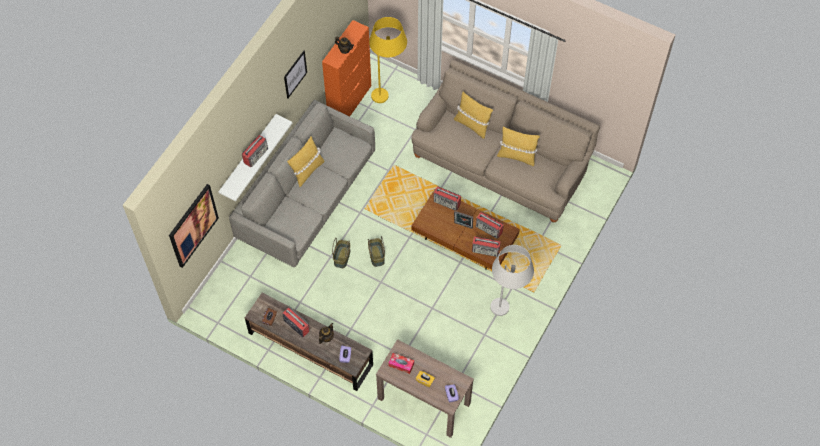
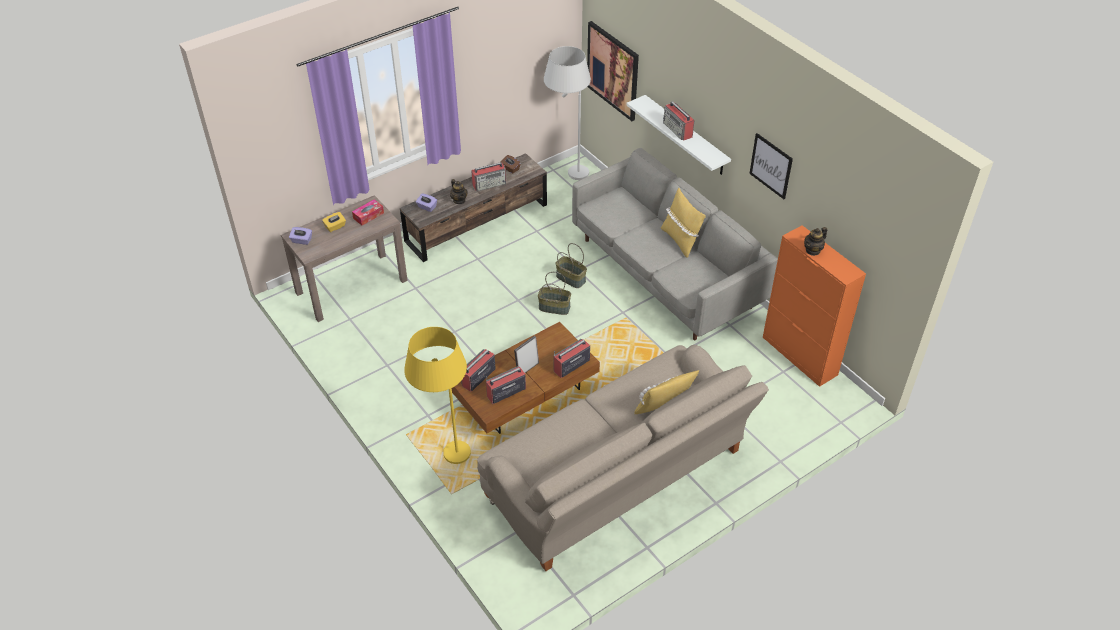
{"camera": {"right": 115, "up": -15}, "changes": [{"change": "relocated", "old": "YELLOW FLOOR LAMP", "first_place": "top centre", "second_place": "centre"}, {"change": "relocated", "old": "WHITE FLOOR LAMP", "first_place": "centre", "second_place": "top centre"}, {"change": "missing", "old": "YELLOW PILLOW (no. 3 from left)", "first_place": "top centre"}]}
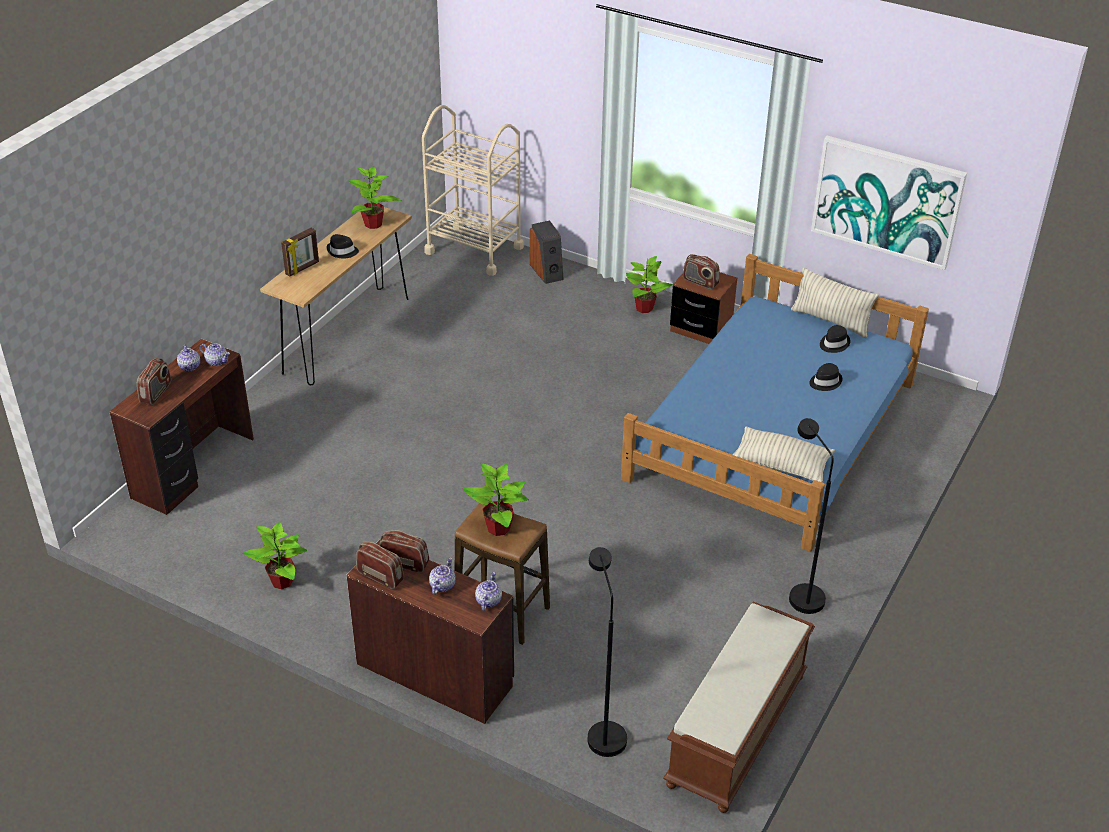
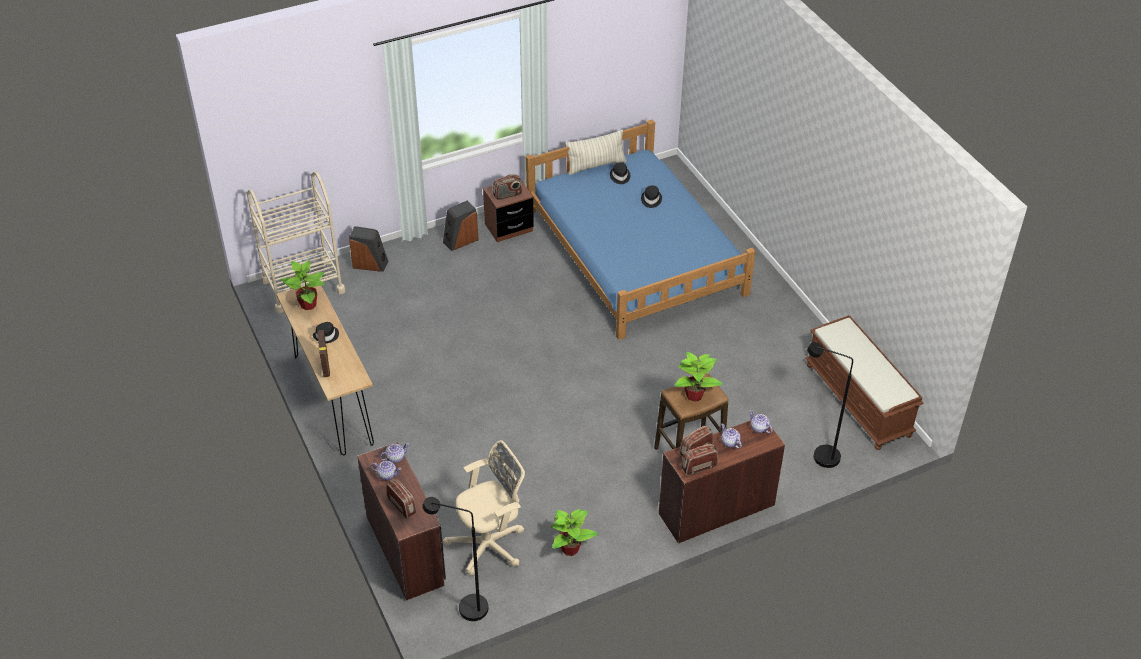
{"camera": {"right": -55, "up": 5}, "changes": [{"change": "relocated", "old": "BLACK FLOOR LAMP (no. 2 from left in the first image)", "new": "BLACK FLOOR LAMP (no. 1 from left)", "first_place": "middle right", "second_place": "bottom centre"}, {"change": "exchanged", "old": "POTTED PLANT (no. 4 from left)", "new": "SPEAKER (no. 2 from left)", "first_place": "centre", "second_place": "centre"}, {"change": "appeared", "new": "BEIGE OFFICE CHAIR", "second_place": "bottom centre"}, {"change": "missing", "old": "PILLOW (no. 1 from left)", "first_place": "middle right"}, {"change": "missing", "old": "PICTURE", "first_place": "top right"}]}
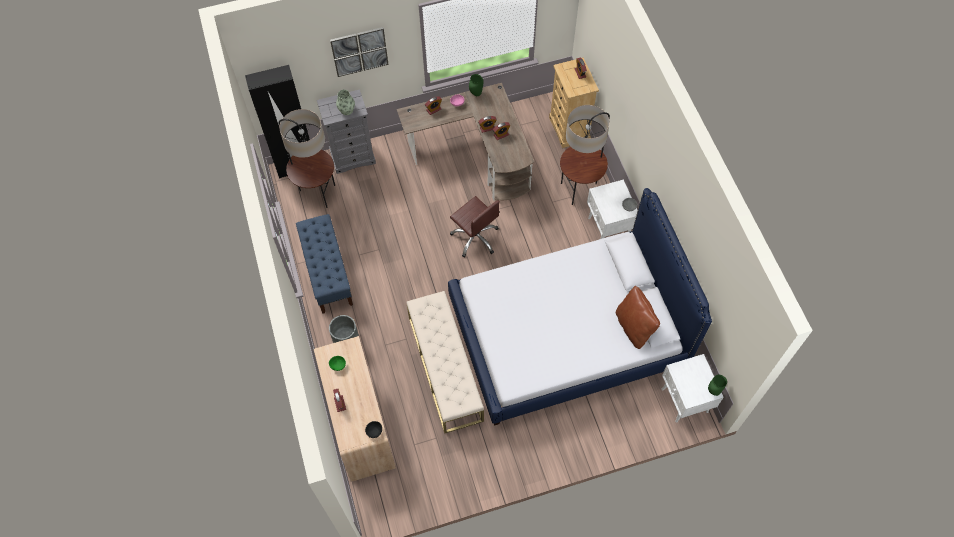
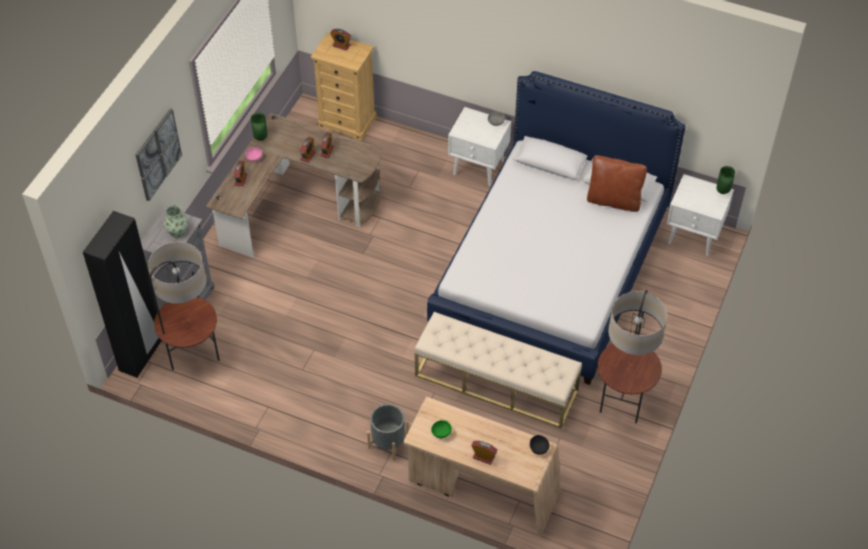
{"camera": {"right": -50, "up": -10}, "changes": [{"change": "relocated", "old": "FLOOR LAMP (no. 2 from left)", "first_place": "top centre", "second_place": "middle right"}, {"change": "missing", "old": "BLUE BENCH", "first_place": "centre"}, {"change": "missing", "old": "BROWN OFFICE CHAIR", "first_place": "centre"}]}
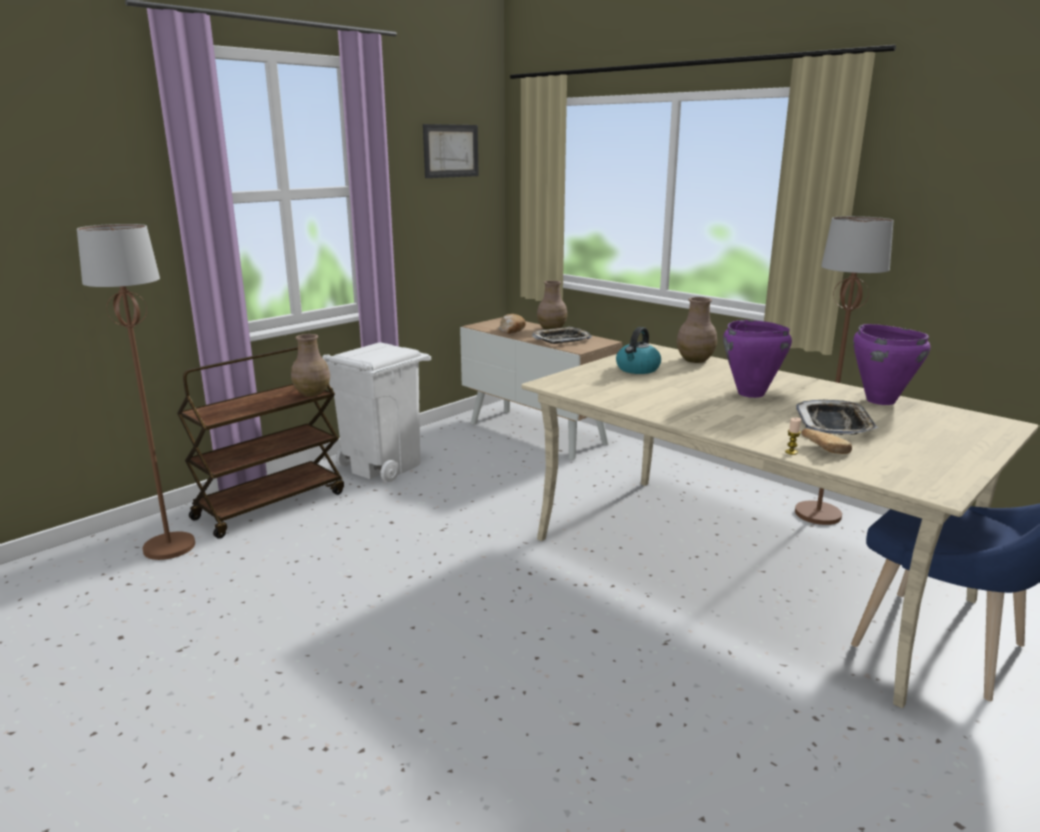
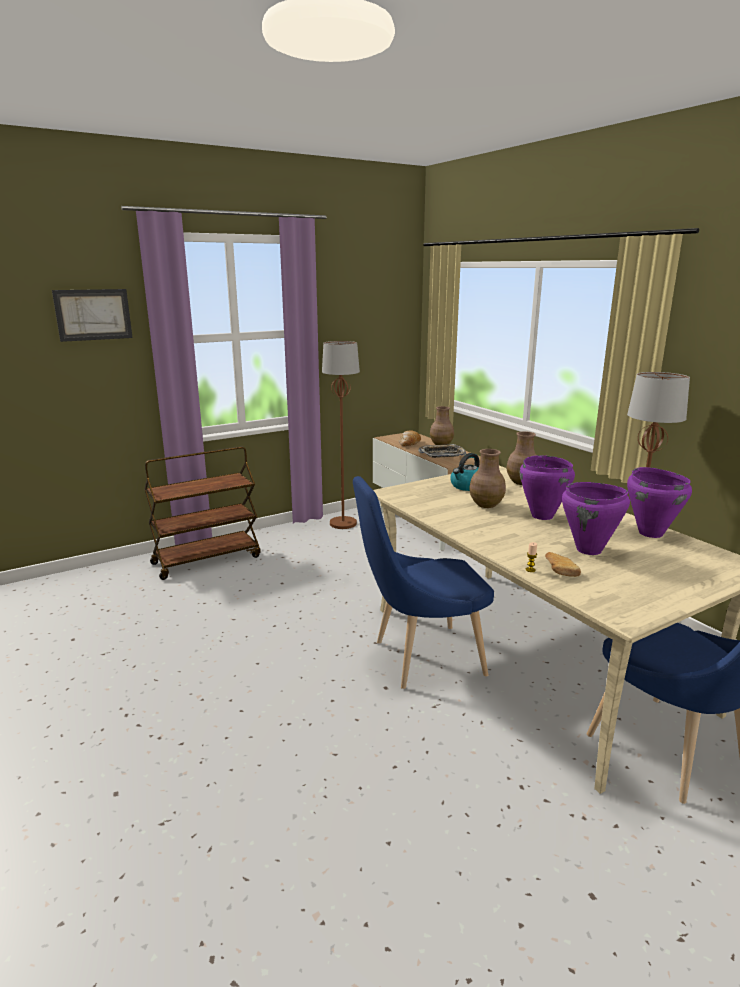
{"camera": {"right": 15, "up": 0}, "changes": [{"change": "relocated", "old": "PICTURE", "first_place": "top centre", "second_place": "top left"}, {"change": "relocated", "old": "BROWN FLOOR LAMP (no. 1 from left)", "first_place": "middle left", "second_place": "centre"}, {"change": "appeared", "new": "BLUE CHAIR (no. 1 from left)", "second_place": "centre"}, {"change": "relocated", "old": "BROWN VASE (no. 1 from left in the first image)", "new": "BROWN VASE (no. 2 from left)", "first_place": "middle left", "second_place": "centre"}, {"change": "exchanged", "old": "TRAY (no. 2 from left)", "new": "PURPLE COOKING POT (no. 2 from left)", "first_place": "middle right", "second_place": "middle right"}, {"change": "missing", "old": "WHITE TRASH CAN", "first_place": "centre"}]}
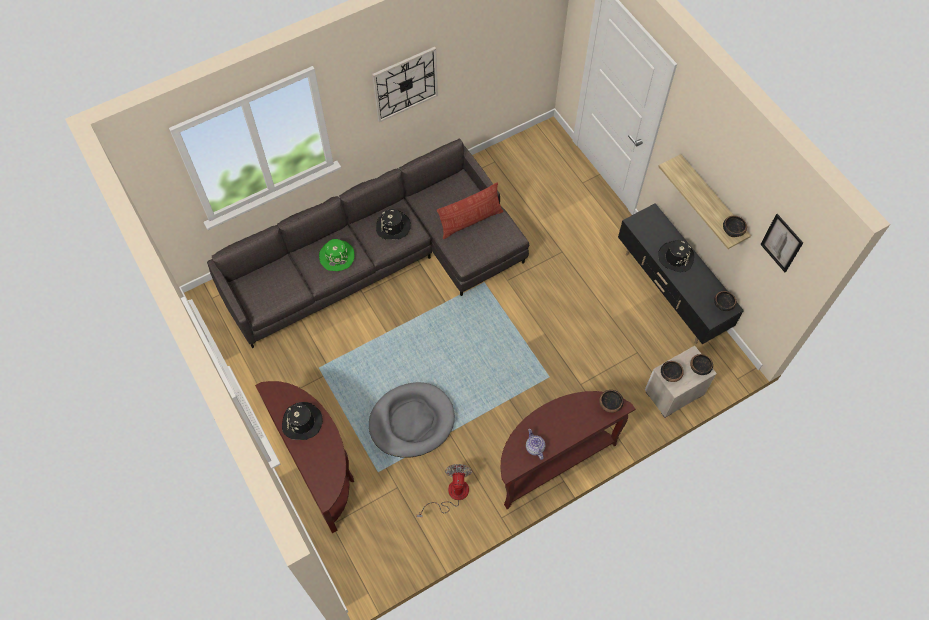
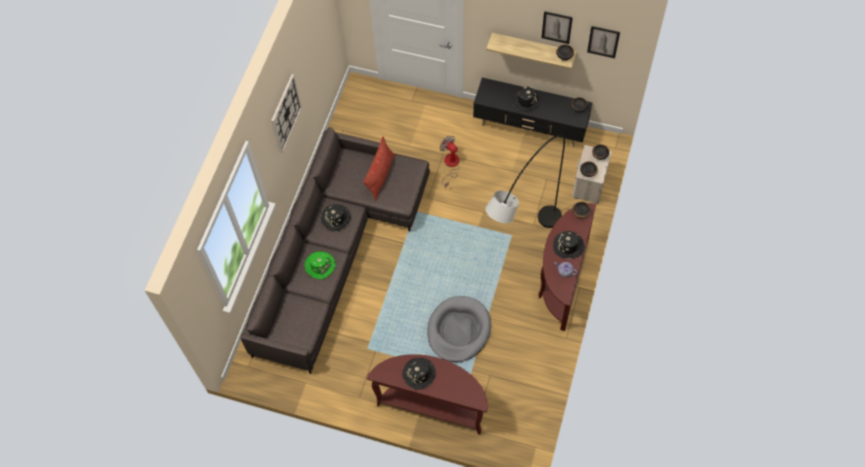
{"camera": {"right": -40, "up": 0}, "changes": [{"change": "relocated", "old": "FAN", "first_place": "bottom centre", "second_place": "centre"}, {"change": "appeared", "new": "GREY FLOOR LAMP", "second_place": "centre"}, {"change": "appeared", "new": "PICTURE (no. 1 from left)", "second_place": "top centre"}, {"change": "appeared", "new": "BLACK HAT (no. 4 from left)", "second_place": "centre"}]}
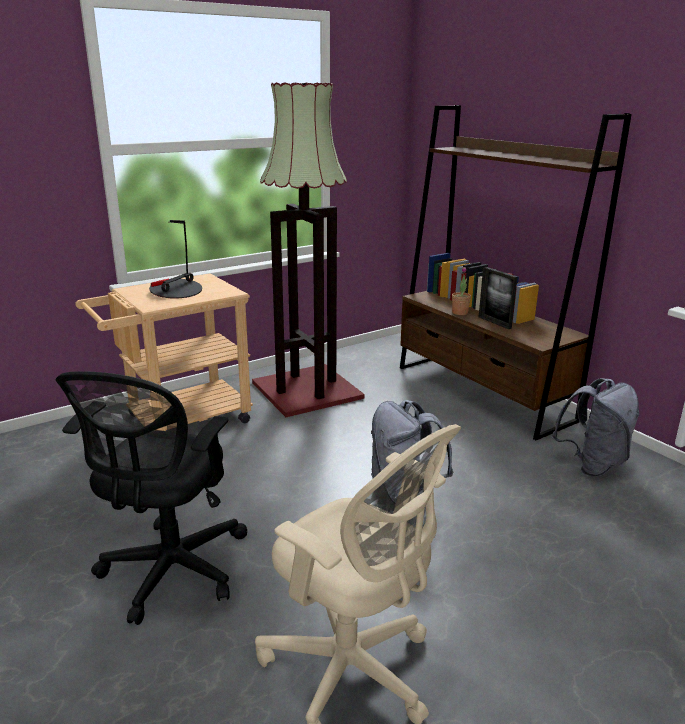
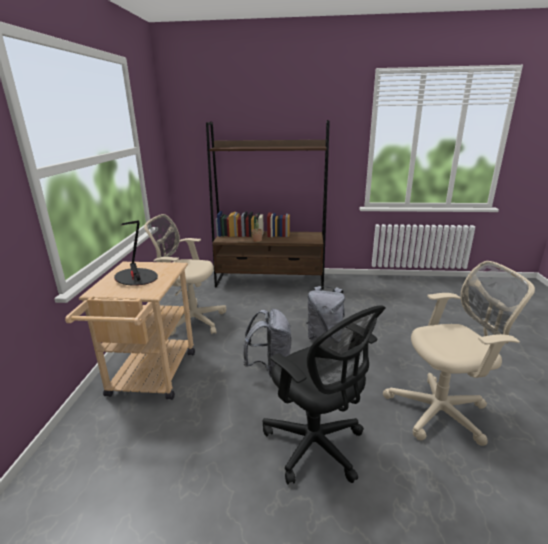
{"camera": {"right": -50, "up": 0}, "changes": [{"change": "exchanged", "old": "FLOOR LAMP", "new": "BEIGE OFFICE CHAIR (no. 1 from left)", "first_place": "centre", "second_place": "centre"}, {"change": "relocated", "old": "GREY BACKPACK (no. 2 from left in the first image)", "new": "GREY BACKPACK (no. 1 from left)", "first_place": "middle right", "second_place": "centre"}, {"change": "missing", "old": "PICTURE FRAME", "first_place": "middle right"}]}
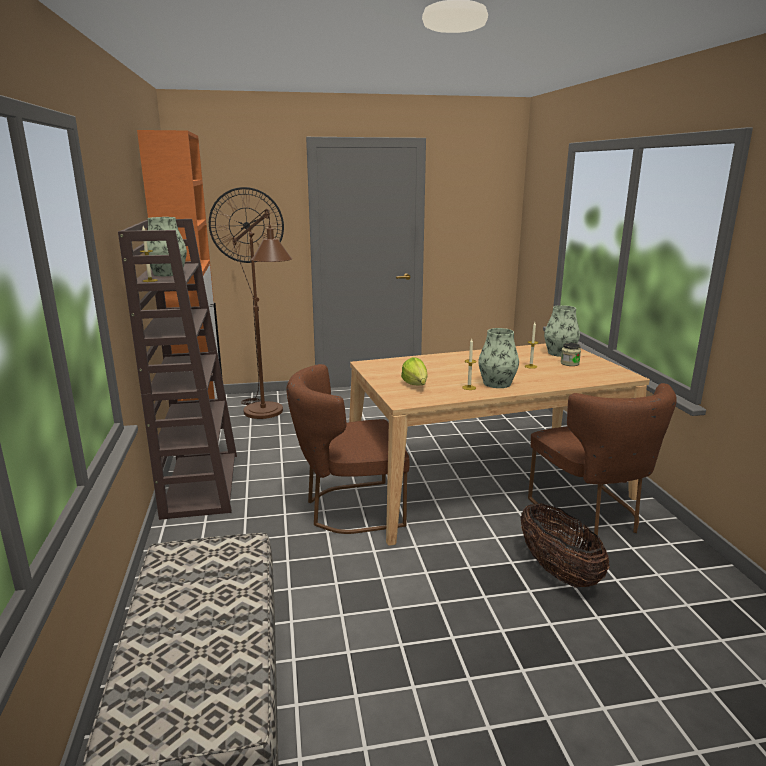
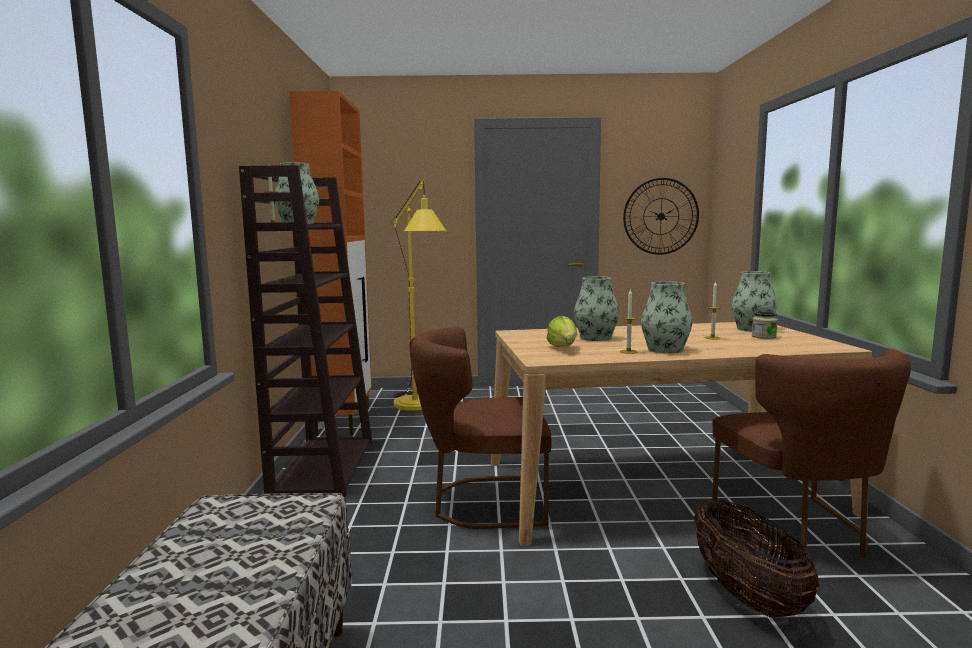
{"camera": {"right": 10, "up": -10}, "changes": [{"change": "colour", "old": "BROWN FLOOR LAMP", "new": "YELLOW FLOOR LAMP", "first_place": "centre", "second_place": "centre"}, {"change": "appeared", "new": "VASE (no. 2 from left)", "second_place": "centre"}, {"change": "relocated", "old": "WALL CLOCK", "first_place": "top left", "second_place": "middle right"}]}
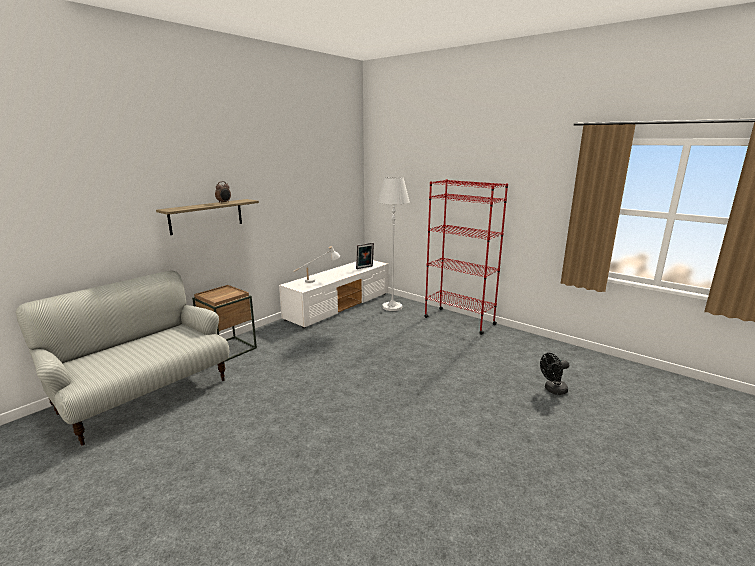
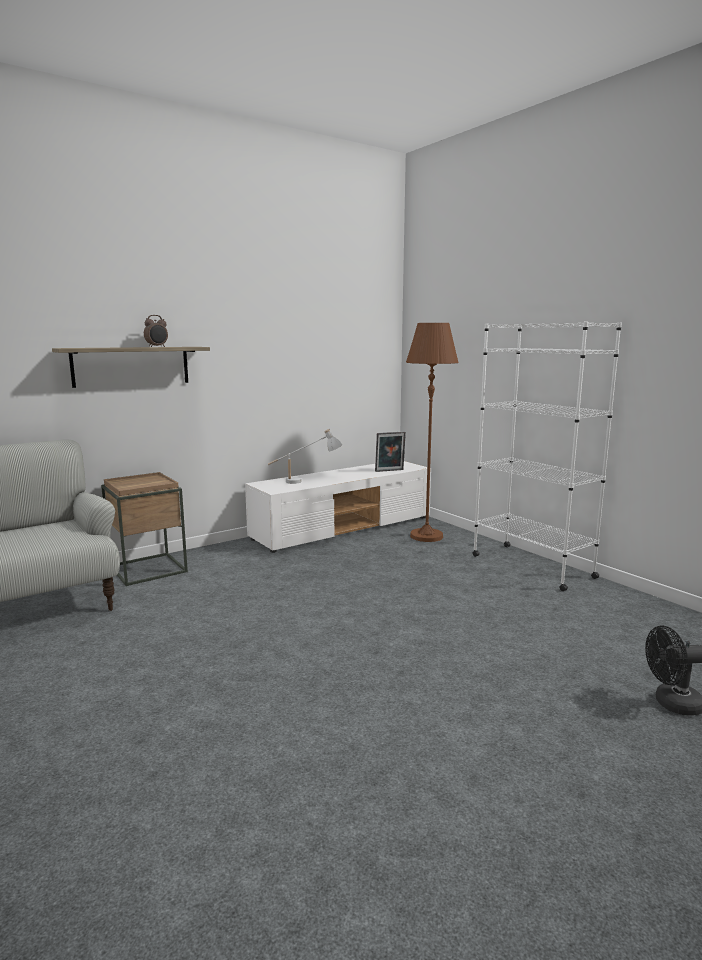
{"camera": {"right": 15, "up": -5}, "changes": [{"change": "colour", "old": "WHITE FLOOR LAMP", "new": "BROWN FLOOR LAMP", "first_place": "centre", "second_place": "centre"}, {"change": "colour", "old": "RED BOOKCASE", "new": "WHITE BOOKCASE", "first_place": "centre", "second_place": "middle right"}]}
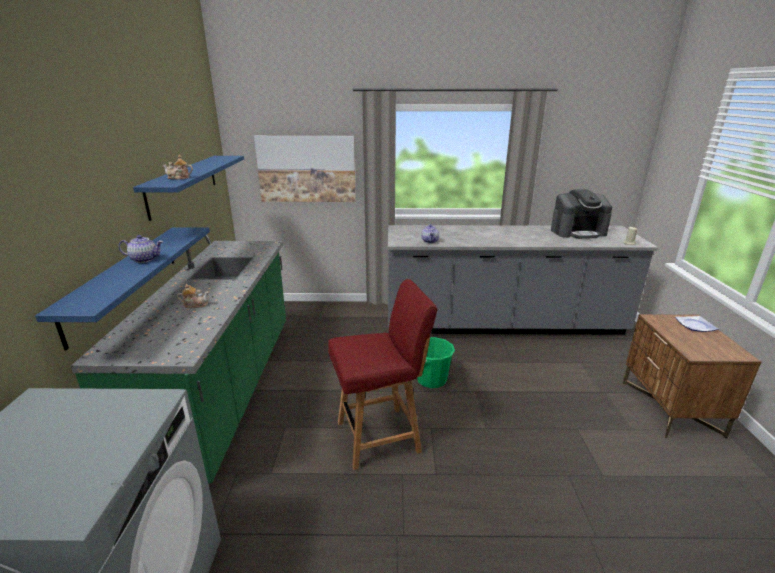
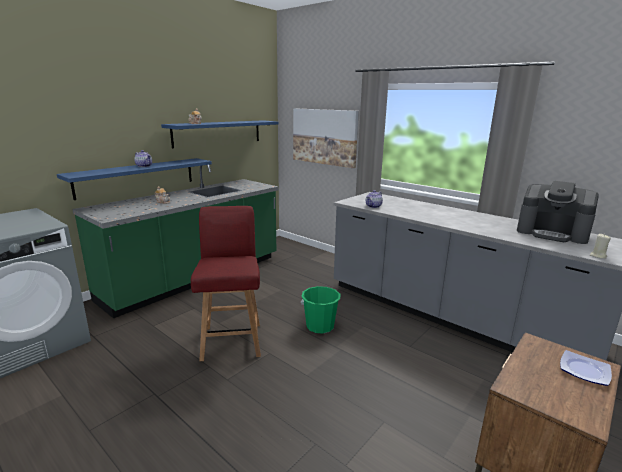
{"camera": {"right": 40, "up": -5}, "changes": [{"change": "spun", "old": "RED CHAIR", "first_place": "centre", "second_place": "centre", "degrees": -120}]}
